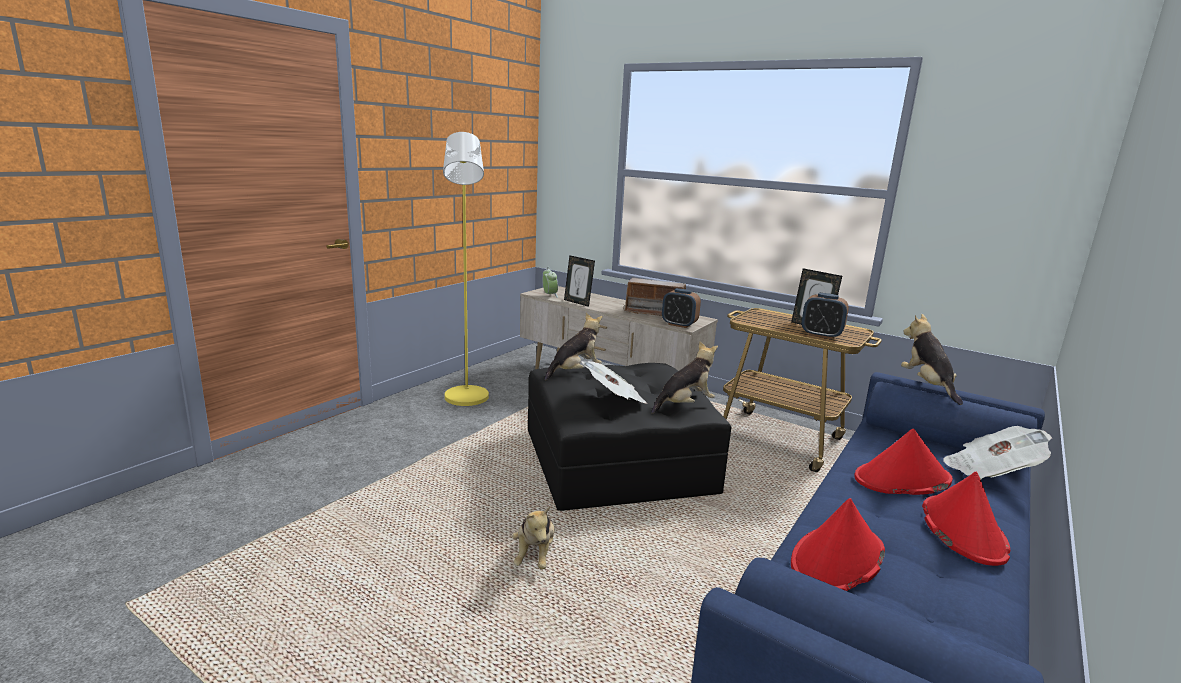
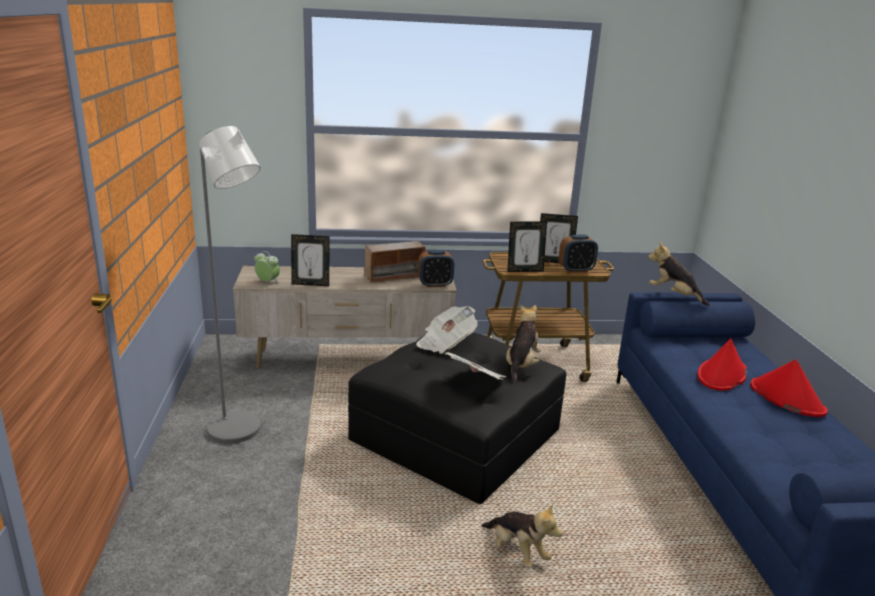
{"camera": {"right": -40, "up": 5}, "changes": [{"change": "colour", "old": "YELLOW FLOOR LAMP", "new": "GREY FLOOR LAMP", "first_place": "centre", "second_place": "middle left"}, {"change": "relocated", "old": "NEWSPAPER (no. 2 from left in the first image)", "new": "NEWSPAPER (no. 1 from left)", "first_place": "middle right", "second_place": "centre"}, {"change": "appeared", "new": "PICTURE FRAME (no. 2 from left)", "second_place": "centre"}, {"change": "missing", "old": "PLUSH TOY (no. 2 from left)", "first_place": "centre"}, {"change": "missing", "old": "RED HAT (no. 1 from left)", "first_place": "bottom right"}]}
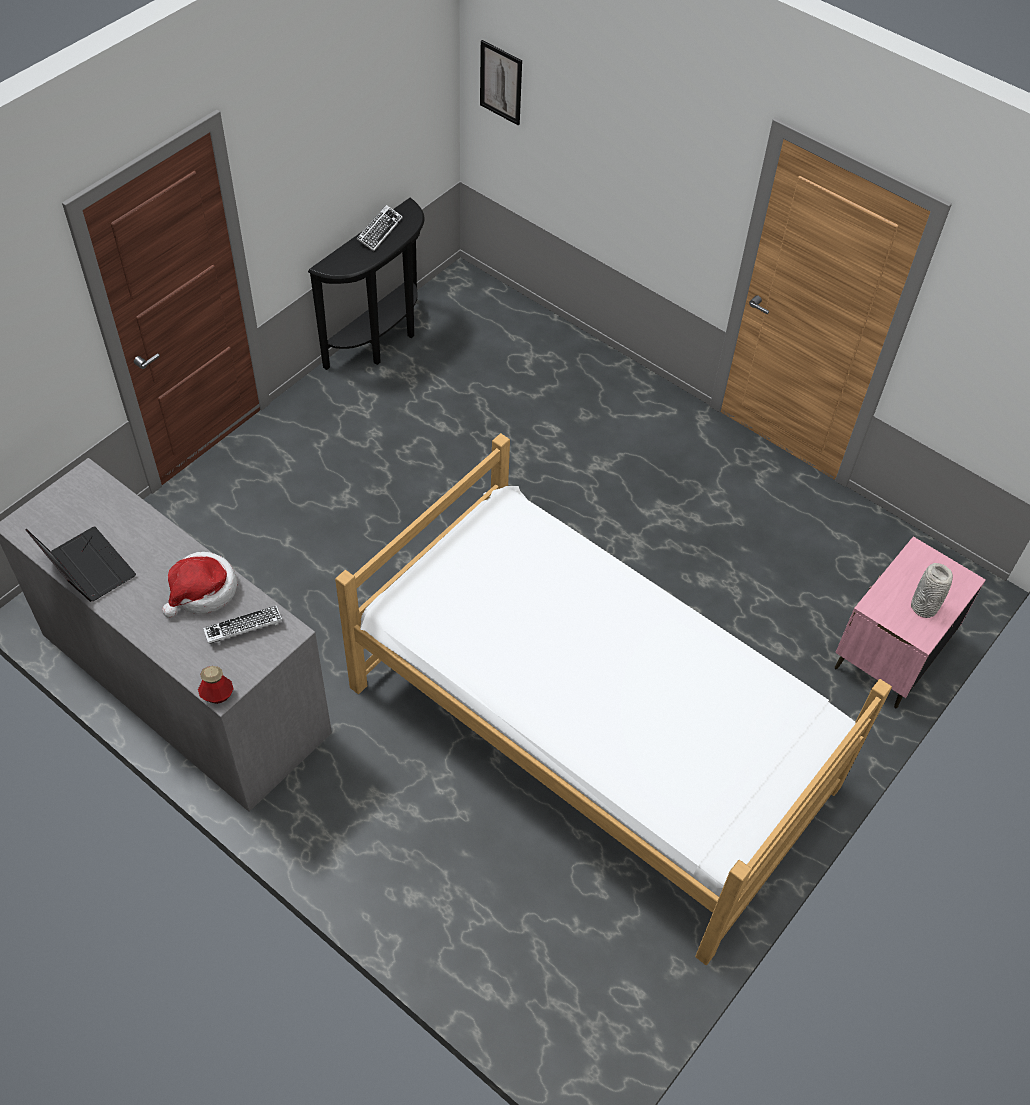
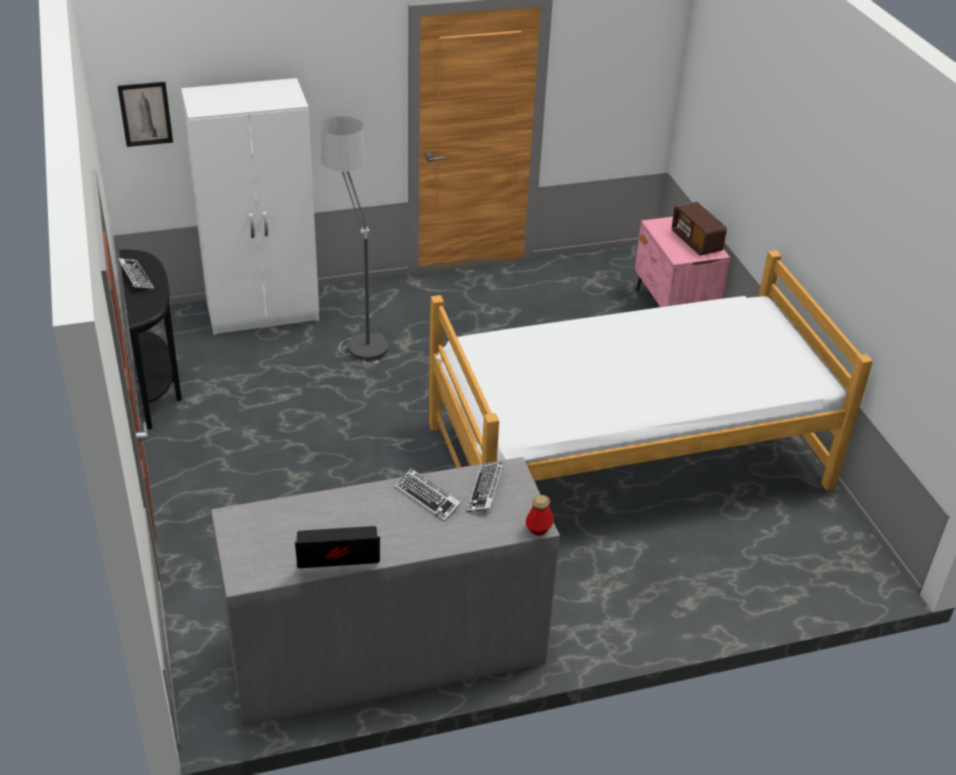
{"camera": {"right": -55, "up": -15}, "changes": [{"change": "appeared", "new": "WHITE WARDROBE", "second_place": "top left"}, {"change": "appeared", "new": "FLOOR LAMP", "second_place": "top centre"}, {"change": "exchanged", "old": "HAT", "new": "KEYBOARD (no. 2 from left)", "first_place": "middle left", "second_place": "centre"}, {"change": "exchanged", "old": "GREY VASE", "new": "RADIO", "first_place": "middle right", "second_place": "top right"}]}
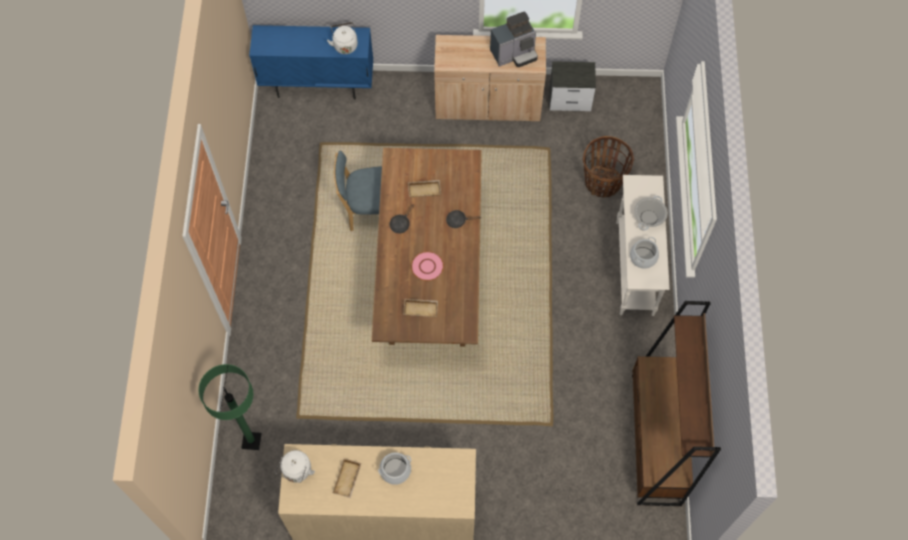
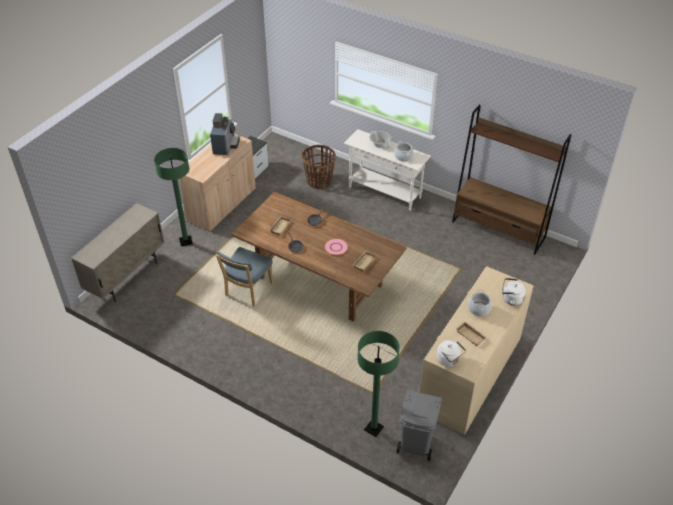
{"camera": {"right": -60, "up": -20}, "changes": [{"change": "colour", "old": "BLUE CABINET", "new": "BEIGE CABINET (no. 1 from left)", "first_place": "top centre", "second_place": "middle left"}, {"change": "appeared", "new": "GREEN FLOOR LAMP (no. 1 from left)", "second_place": "middle left"}, {"change": "appeared", "new": "GREY TRASH CAN", "second_place": "bottom centre"}, {"change": "relocated", "old": "WHITE KETTLE (no. 2 from left)", "first_place": "top centre", "second_place": "middle right"}]}
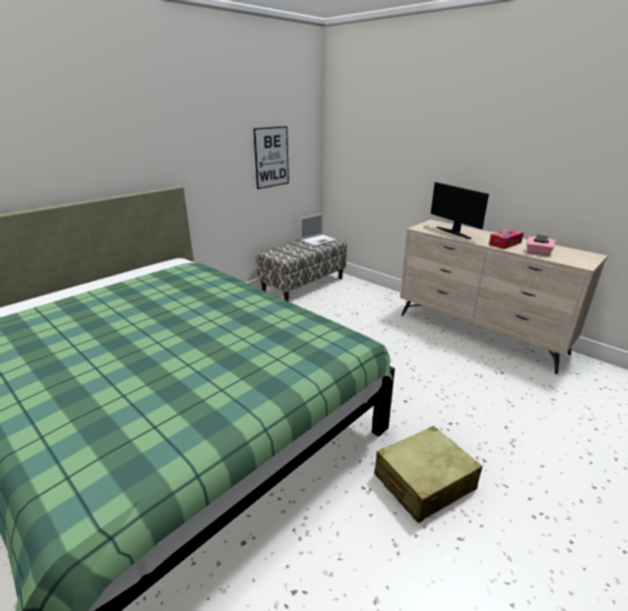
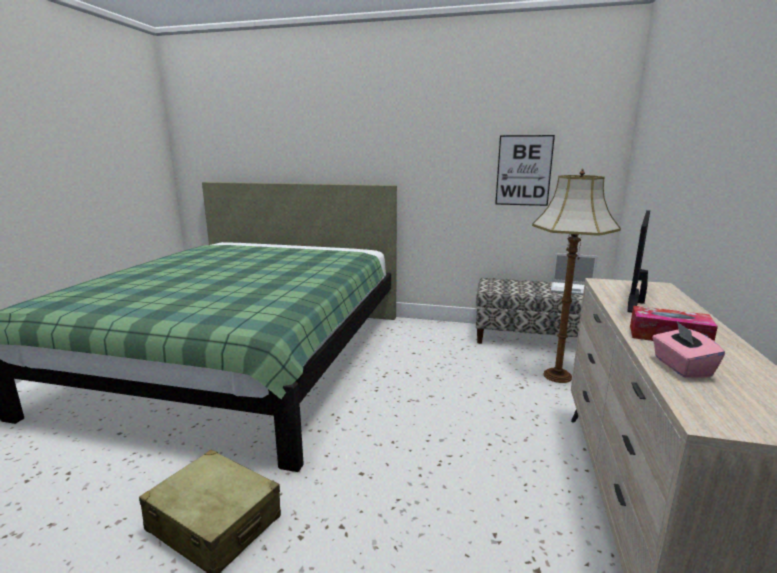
{"camera": {"right": 60, "up": -10}, "changes": [{"change": "appeared", "new": "FLOOR LAMP", "second_place": "middle right"}]}
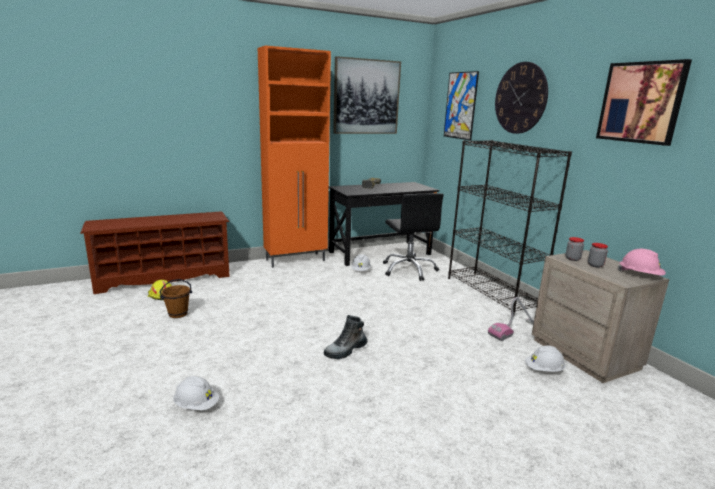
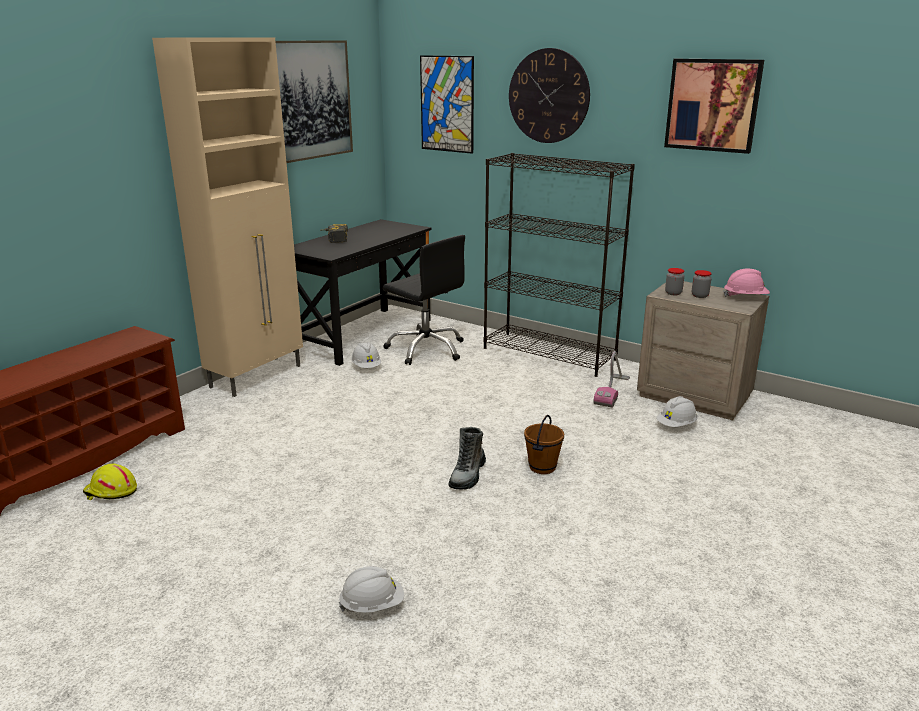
{"camera": {"right": -30, "up": 5}, "changes": [{"change": "colour", "old": "ORANGE CABINET", "new": "BEIGE CABINET", "first_place": "top centre", "second_place": "top left"}, {"change": "relocated", "old": "BROWN BUCKET", "first_place": "middle left", "second_place": "centre"}]}
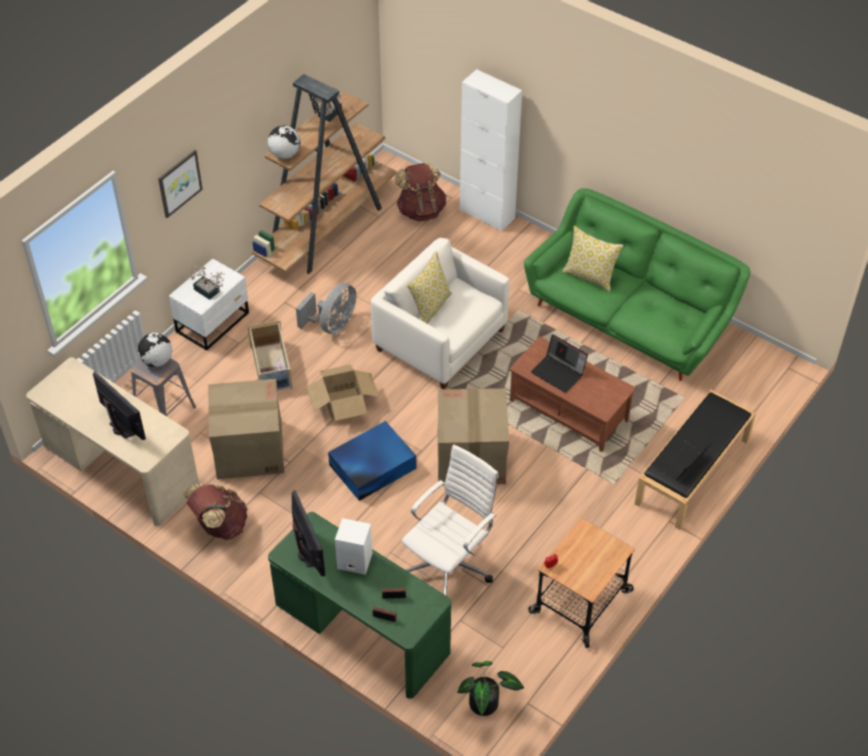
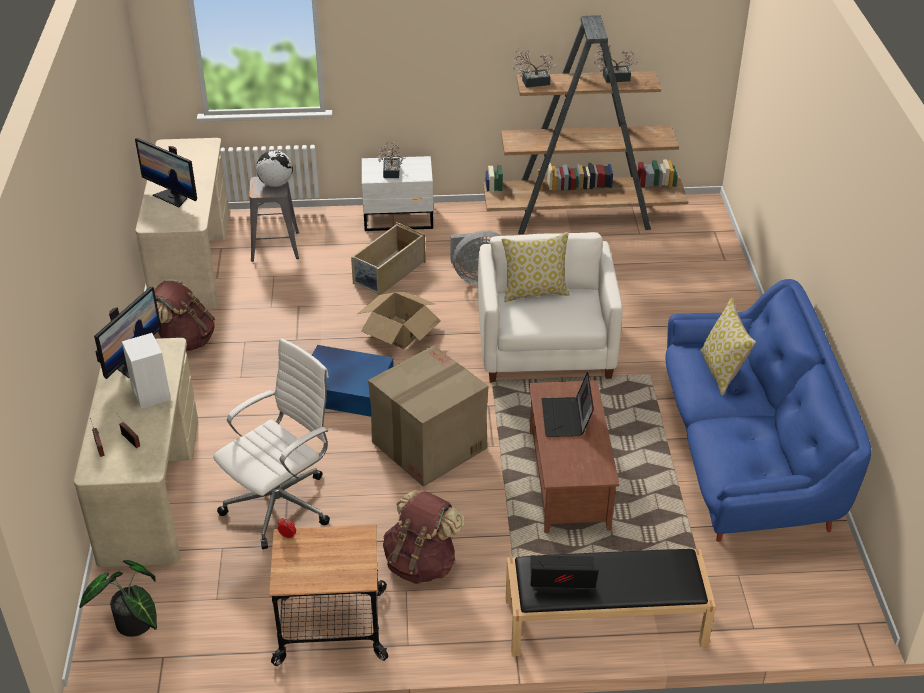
{"camera": {"right": 50, "up": -10}, "changes": [{"change": "colour", "old": "GREEN DESK", "new": "BEIGE DESK (no. 1 from left)", "first_place": "bottom centre", "second_place": "middle left"}, {"change": "spun", "old": "MONITOR (no. 1 from left in the first image)", "first_place": "middle left", "second_place": "top left", "degrees": 120}, {"change": "spun", "old": "WHITE OFFICE CHAIR", "first_place": "bottom centre", "second_place": "middle left", "degrees": -45}, {"change": "relocated", "old": "BROWN BACKPACK (no. 2 from left)", "first_place": "top centre", "second_place": "bottom centre"}, {"change": "exchanged", "old": "GLOBE (no. 2 from left)", "new": "POTTED PLANT (no. 3 from left)", "first_place": "top left", "second_place": "top centre"}, {"change": "colour", "old": "GREEN SOFA", "new": "BLUE SOFA", "first_place": "middle right", "second_place": "middle right"}, {"change": "missing", "old": "PICTURE", "first_place": "top left"}, {"change": "missing", "old": "CARDBOARD BOX (no. 1 from left)", "first_place": "middle left"}, {"change": "missing", "old": "WHITE CABINET", "first_place": "top centre"}]}
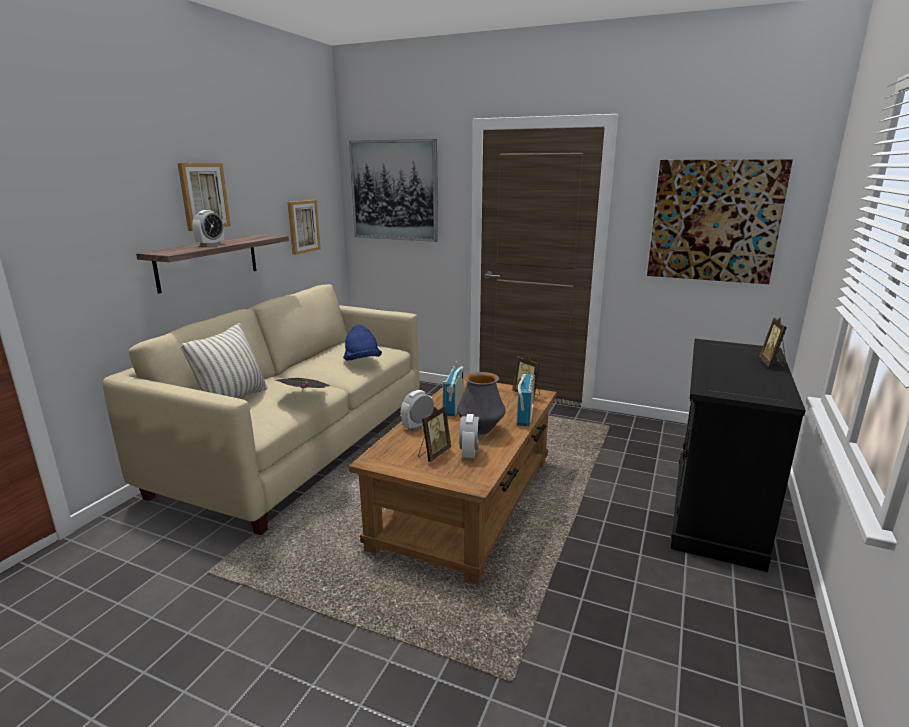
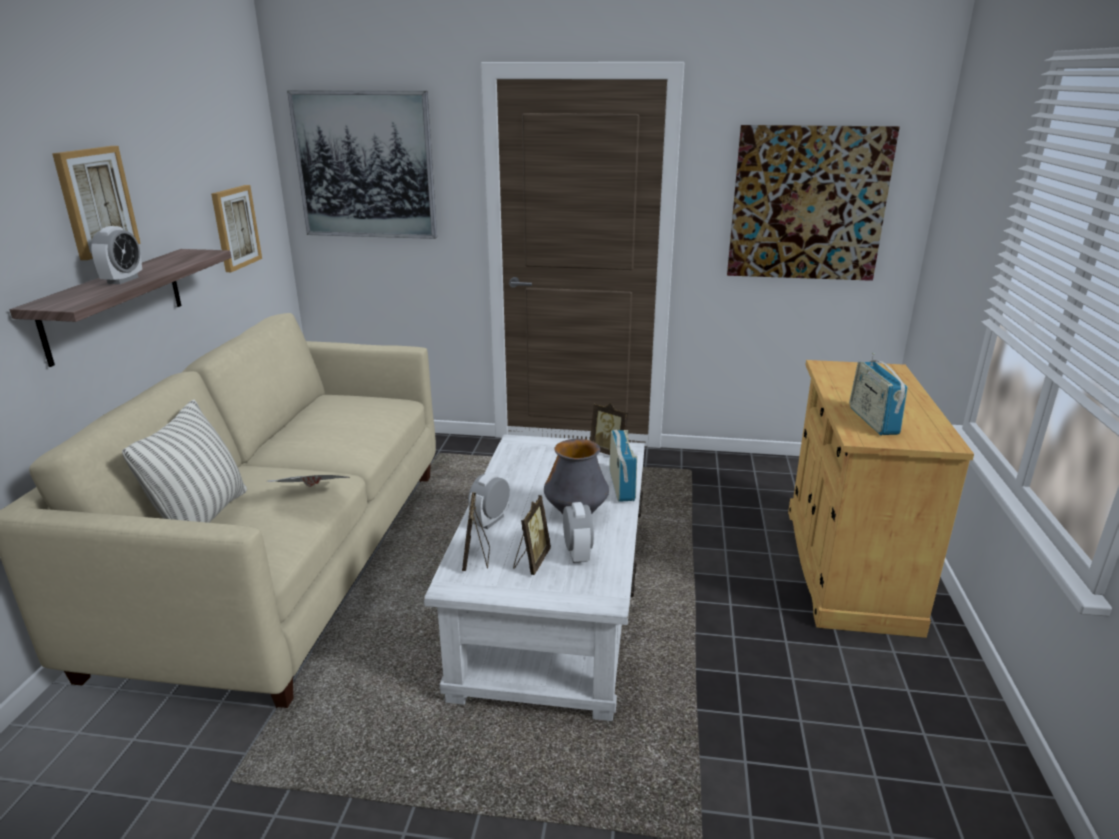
{"camera": {"right": -15, "up": 5}, "changes": [{"change": "colour", "old": "BROWN COFFEE TABLE", "new": "WHITE COFFEE TABLE", "first_place": "centre", "second_place": "bottom centre"}, {"change": "relocated", "old": "PICTURE FRAME (no. 3 from left in the first image)", "new": "PICTURE FRAME (no. 1 from left)", "first_place": "middle right", "second_place": "centre"}, {"change": "colour", "old": "BLACK CABINET", "new": "BEIGE CABINET", "first_place": "middle right", "second_place": "middle right"}, {"change": "relocated", "old": "RADIO (no. 1 from left in the first image)", "new": "RADIO (no. 2 from left)", "first_place": "centre", "second_place": "middle right"}, {"change": "missing", "old": "BLUE HAT", "first_place": "centre"}]}
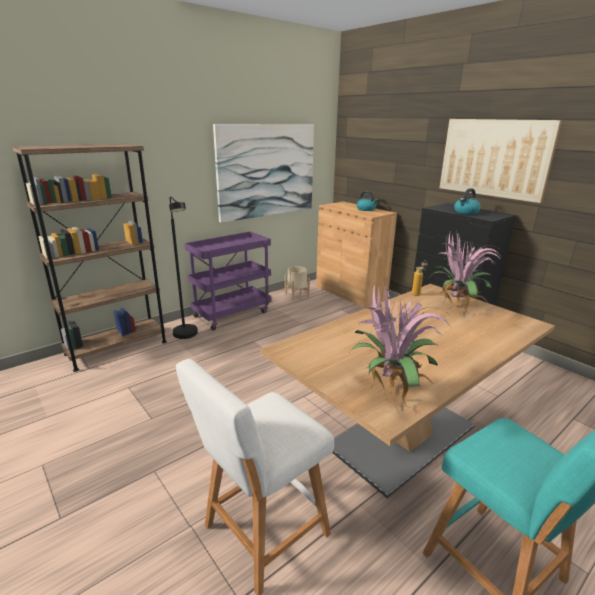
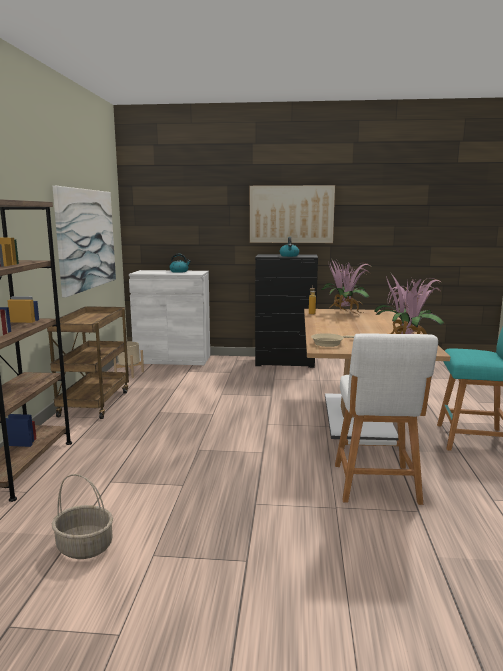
{"camera": {"right": -45, "up": -10}, "changes": [{"change": "colour", "old": "PURPLE CART", "new": "BROWN CART", "first_place": "centre", "second_place": "middle left"}, {"change": "appeared", "new": "BASKET", "second_place": "bottom left"}, {"change": "colour", "old": "BROWN CABINET", "new": "WHITE CABINET", "first_place": "centre", "second_place": "centre"}, {"change": "appeared", "new": "BEIGE FRYING PAN", "second_place": "centre"}, {"change": "missing", "old": "BLACK FLOOR LAMP", "first_place": "middle left"}]}
